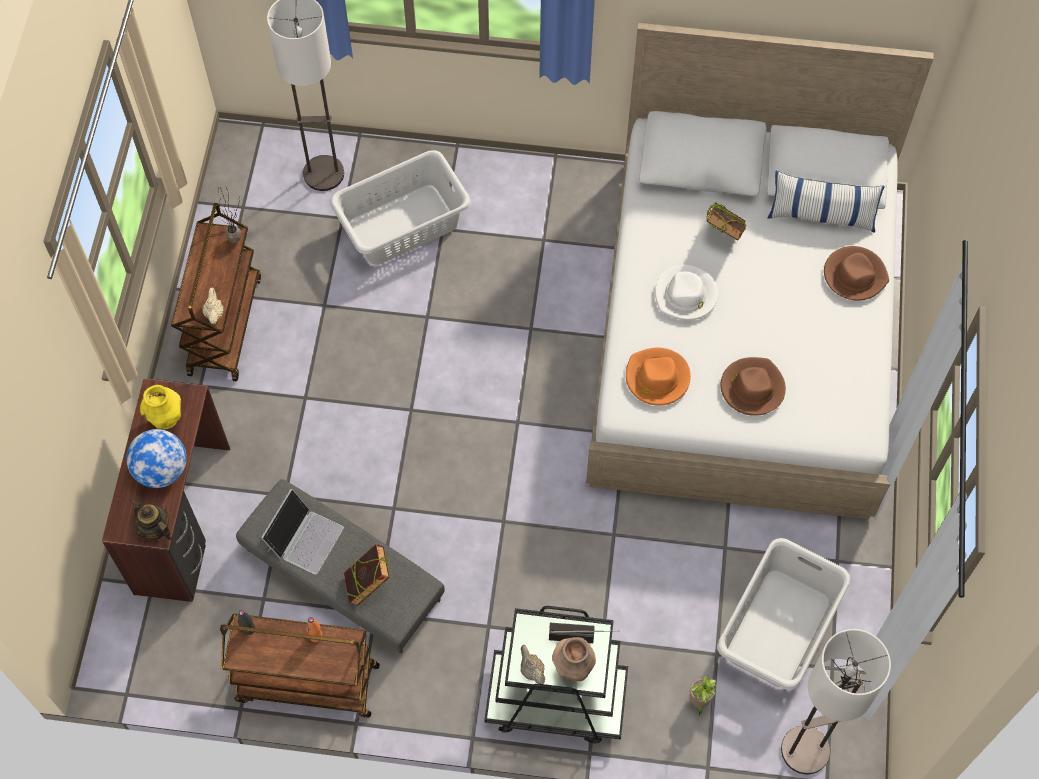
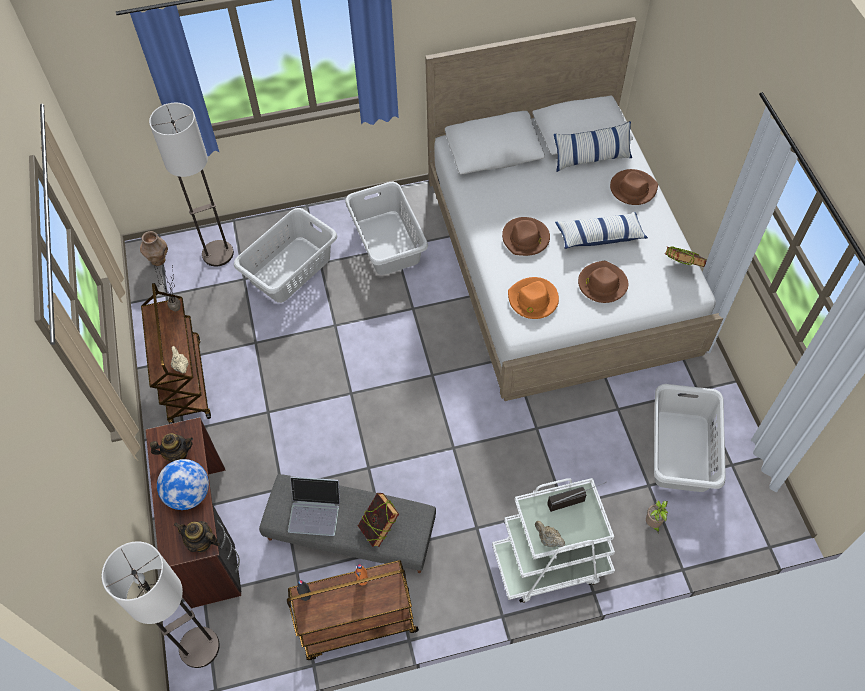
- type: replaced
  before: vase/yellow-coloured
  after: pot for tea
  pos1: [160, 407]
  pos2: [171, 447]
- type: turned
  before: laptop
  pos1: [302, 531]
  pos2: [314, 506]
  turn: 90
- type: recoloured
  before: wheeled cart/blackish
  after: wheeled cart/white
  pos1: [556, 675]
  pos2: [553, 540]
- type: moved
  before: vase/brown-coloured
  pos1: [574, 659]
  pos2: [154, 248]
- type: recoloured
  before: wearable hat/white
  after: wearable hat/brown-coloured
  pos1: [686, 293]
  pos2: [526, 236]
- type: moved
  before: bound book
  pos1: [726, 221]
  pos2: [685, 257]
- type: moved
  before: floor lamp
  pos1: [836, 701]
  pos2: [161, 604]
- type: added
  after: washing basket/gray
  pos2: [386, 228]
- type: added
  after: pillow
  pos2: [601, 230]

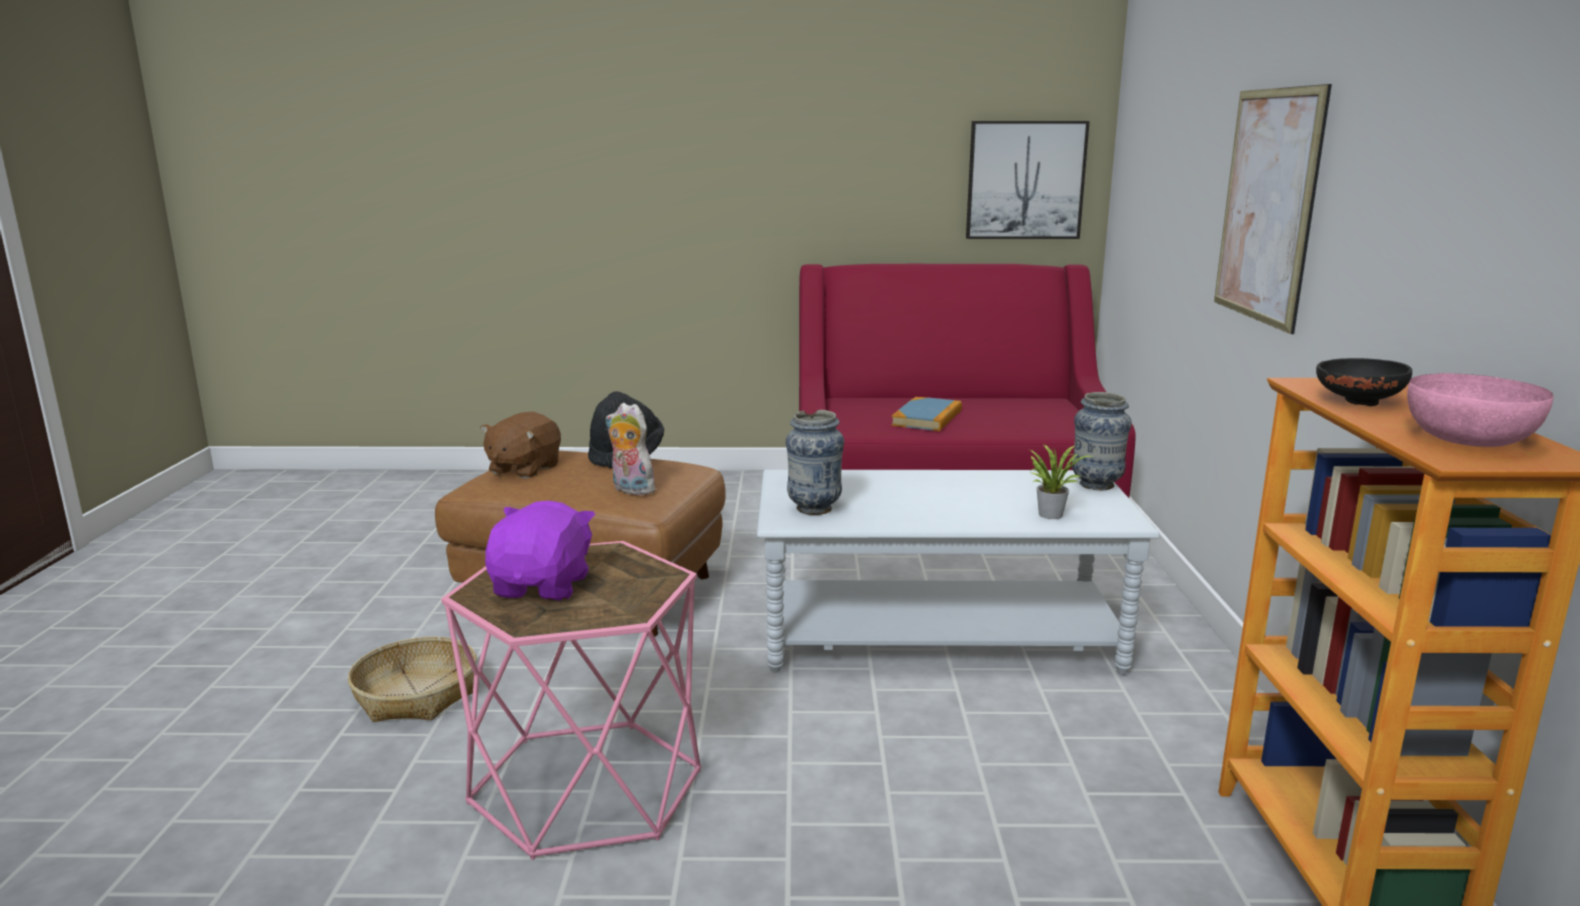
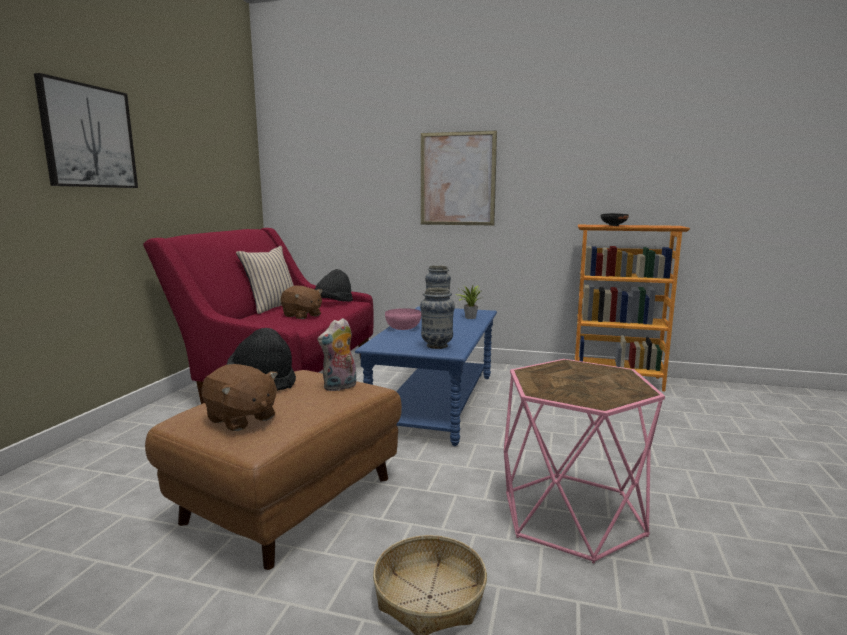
- type: removed
  before: cuddly toy/purple
  pos1: [540, 551]
- type: recoloured
  before: low table/gray
  after: low table/bluish
  pos1: [958, 571]
  pos2: [426, 376]
- type: replaced
  before: bound book
  after: cuddly toy/brown-coloured
  pos1: [926, 414]
  pos2: [301, 302]
- type: moved
  before: picture
  pos1: [1028, 180]
  pos2: [86, 130]
- type: moved
  before: deep dish/pinkish
  pos1: [1480, 410]
  pos2: [403, 319]
- type: added
  after: pillow/sand-coloured
  pos2: [265, 280]
- type: added
  after: wearable hat/blackish
  pos2: [333, 285]

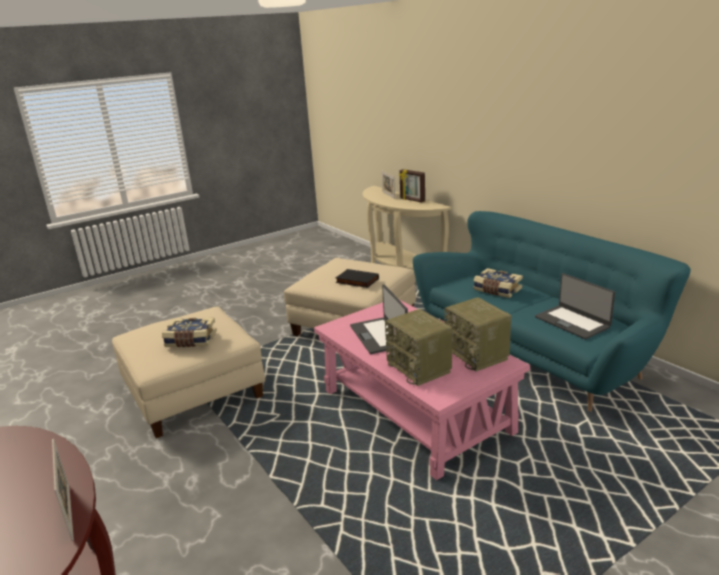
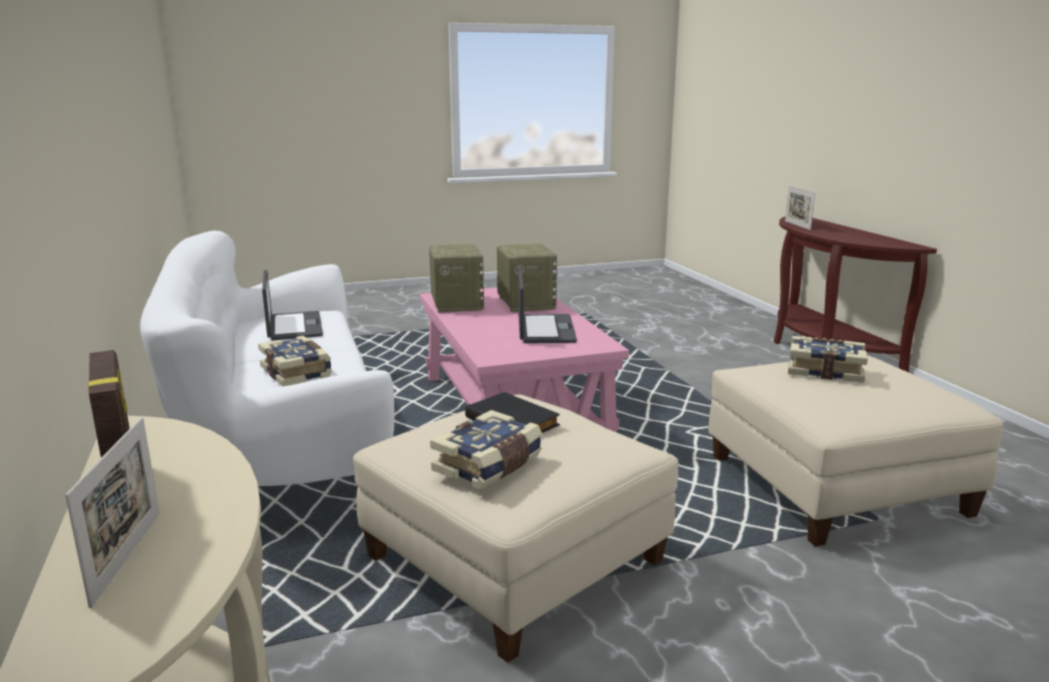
- type: recoloured
  before: couch/turquoise
  after: couch/white
  pos1: [552, 311]
  pos2: [267, 358]
- type: added
  after: bound book
  pos2: [486, 450]

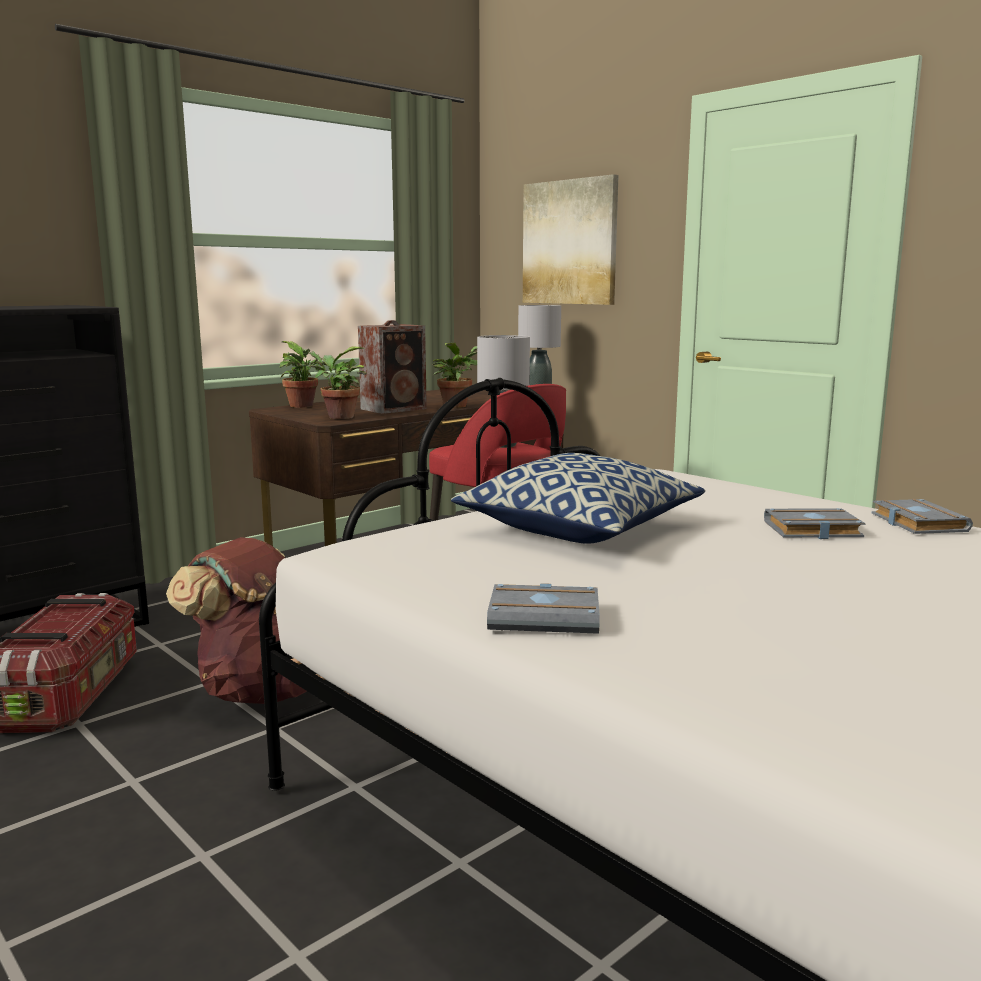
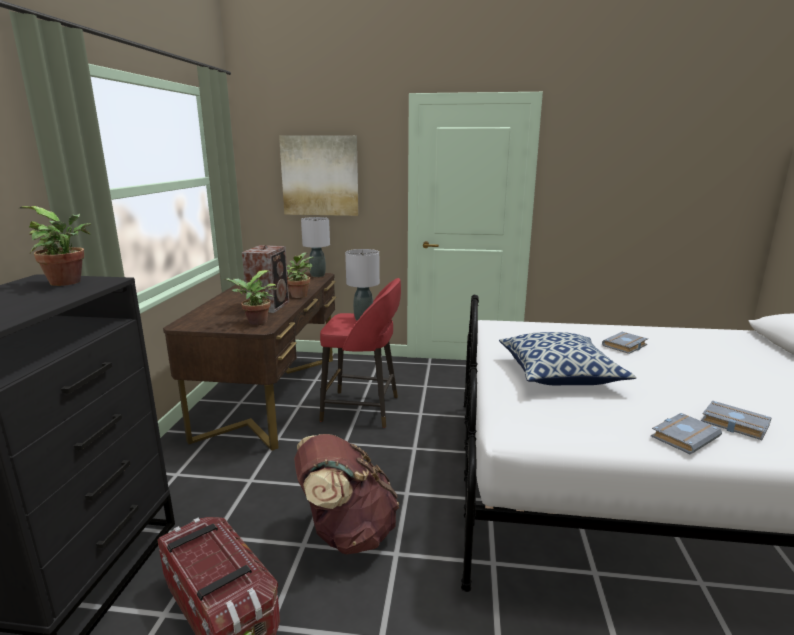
- type: moved
  before: houseplant
  pos1: [302, 374]
  pos2: [55, 246]
- type: moved
  before: bound book/gray
  pos1: [922, 516]
  pos2: [736, 420]

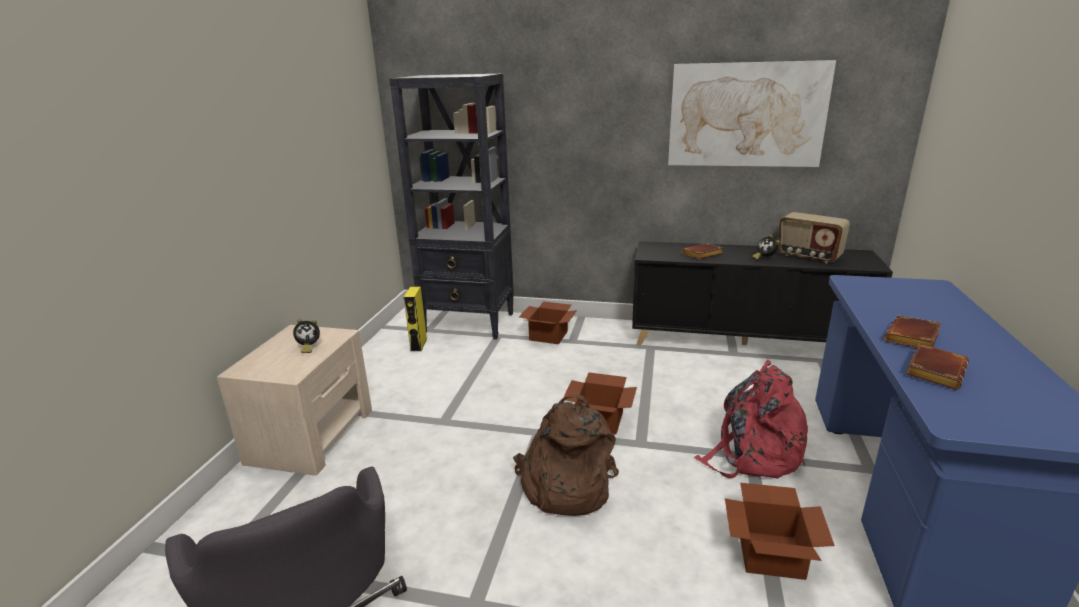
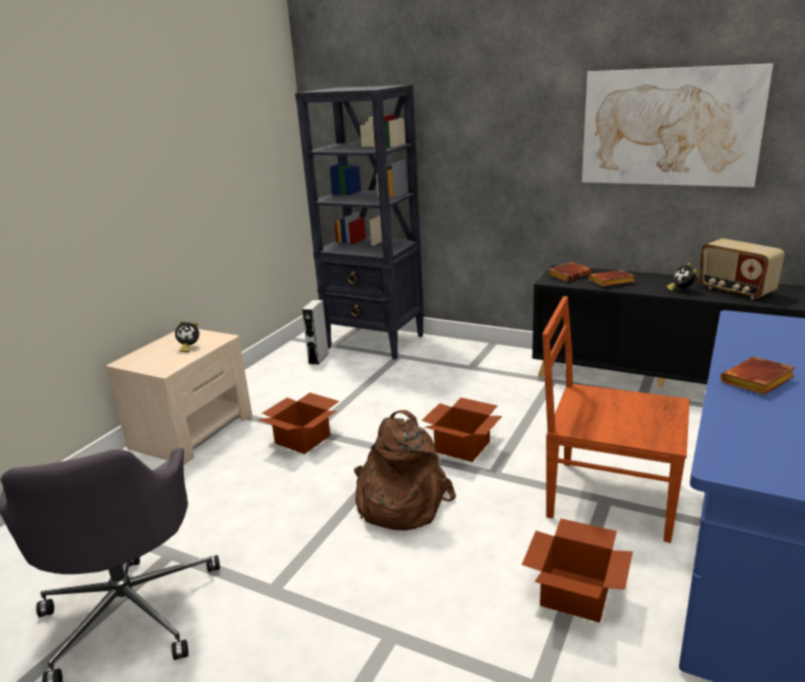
- type: recoloured
  before: loudspeaker/yellow-coloured
  after: loudspeaker/gray
  pos1: [415, 318]
  pos2: [315, 332]
- type: moved
  before: cardboard box
  pos1: [548, 322]
  pos2: [298, 423]
- type: replaced
  before: rucksack/red-coloured
  after: upright chair/brown-coloured
  pos1: [751, 419]
  pos2: [616, 419]
- type: moved
  before: bound book/brown-coloured
  pos1: [937, 367]
  pos2: [569, 272]

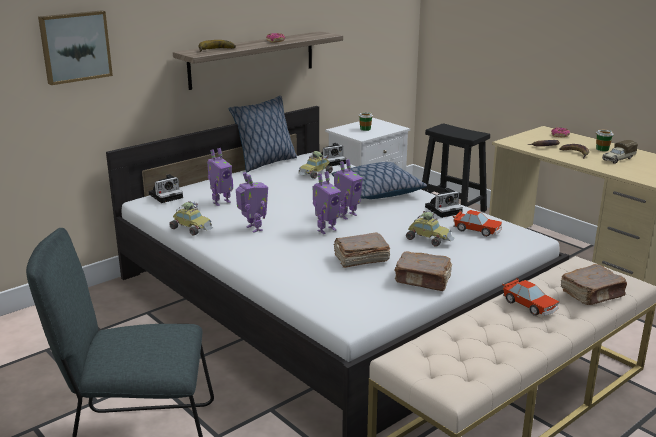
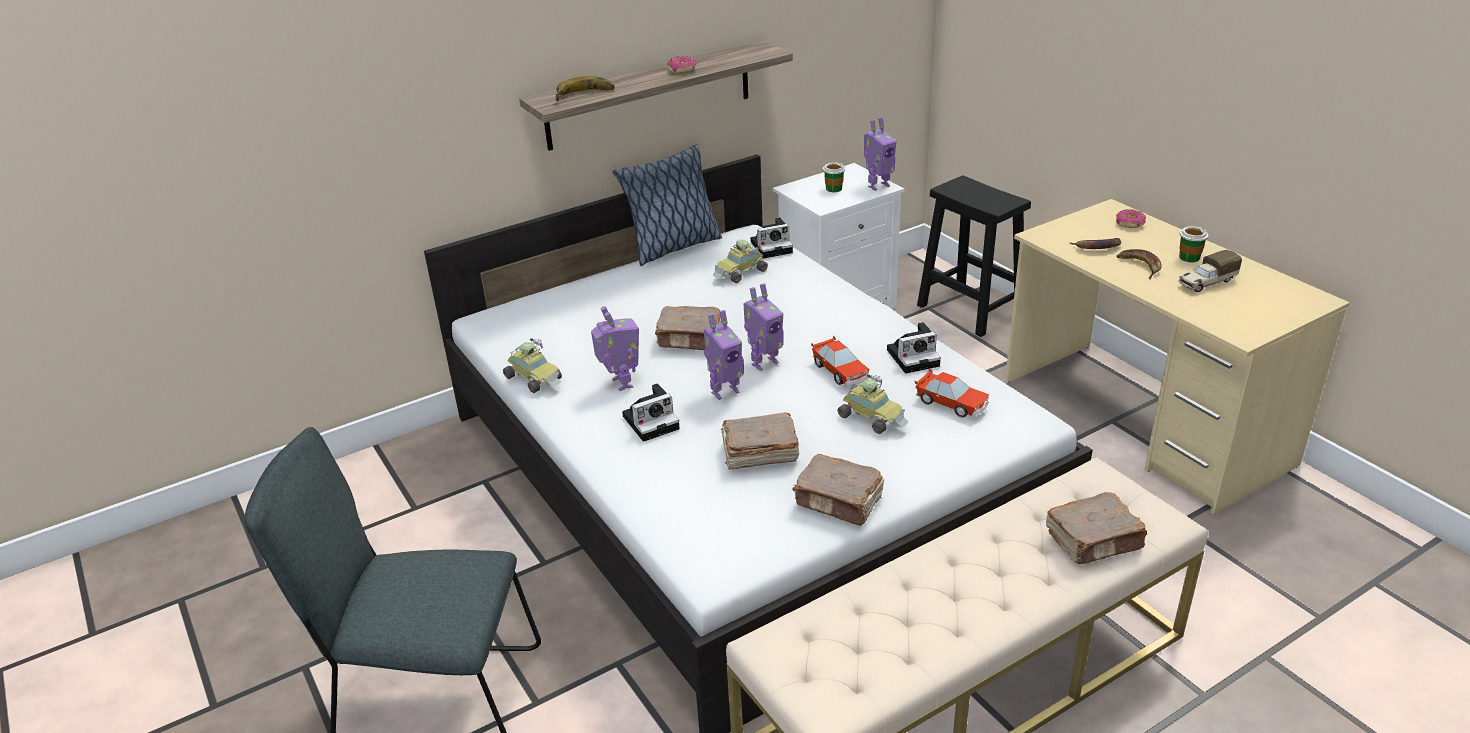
- type: removed
  before: picture
  pos1: [75, 47]
- type: moved
  before: photo camera
  pos1: [166, 188]
  pos2: [651, 412]
- type: moved
  before: model robot
  pos1: [220, 177]
  pos2: [880, 154]
- type: removed
  before: pillow
  pos1: [379, 180]
- type: moved
  before: model car
  pos1: [530, 296]
  pos2: [840, 361]
- type: added
  after: bound book/brown-coloured
  pos2: [688, 328]

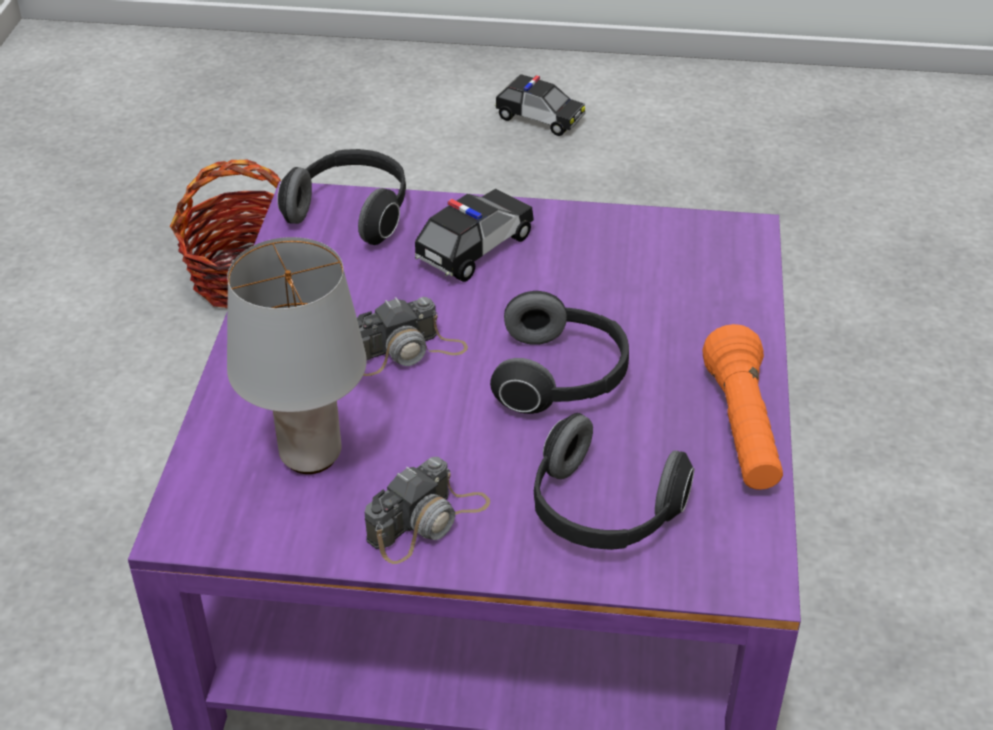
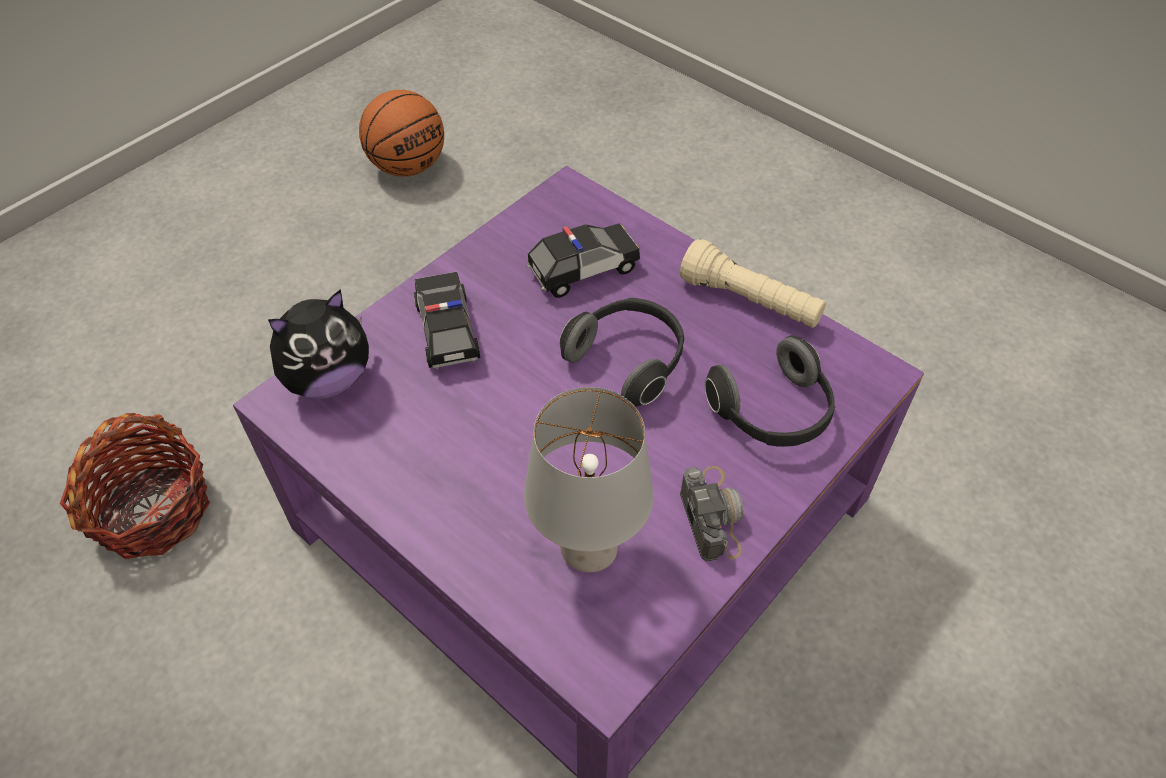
- type: replaced
  before: headset
  after: cuddly toy
  pos1: [341, 197]
  pos2: [318, 344]
- type: removed
  before: photo camera
  pos1: [412, 336]
- type: moved
  before: model car
  pos1: [540, 105]
  pos2: [583, 260]
- type: recoloured
  before: flashlight/orange
  after: flashlight/sand-coloured
  pos1: [742, 407]
  pos2: [753, 283]
- type: added
  after: basketball ball
  pos2: [401, 133]

